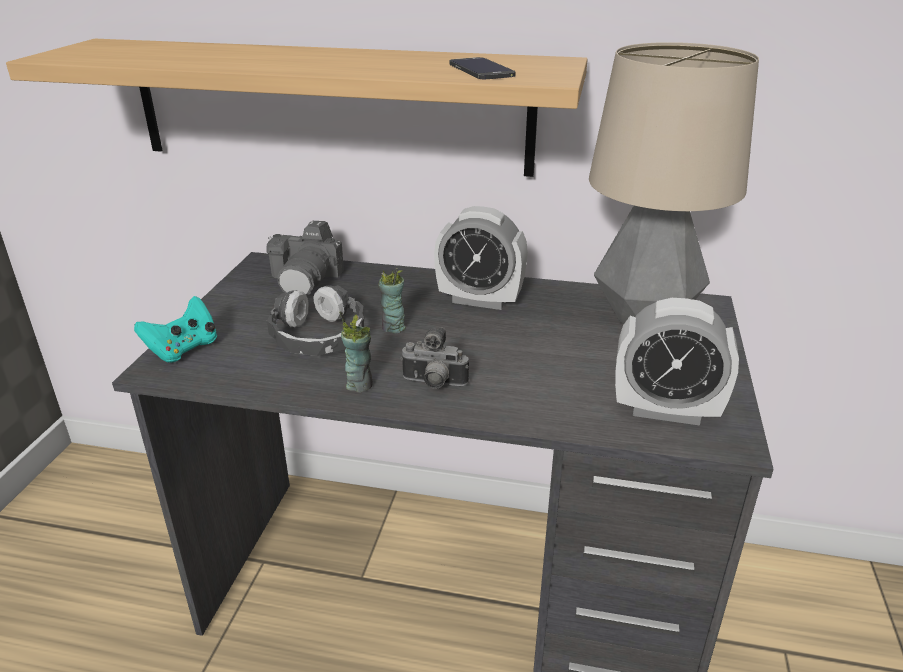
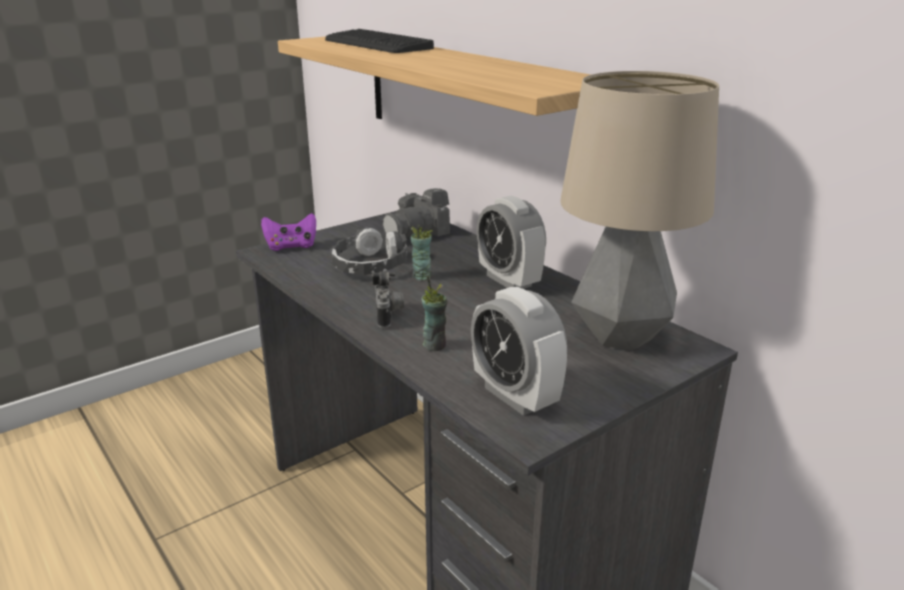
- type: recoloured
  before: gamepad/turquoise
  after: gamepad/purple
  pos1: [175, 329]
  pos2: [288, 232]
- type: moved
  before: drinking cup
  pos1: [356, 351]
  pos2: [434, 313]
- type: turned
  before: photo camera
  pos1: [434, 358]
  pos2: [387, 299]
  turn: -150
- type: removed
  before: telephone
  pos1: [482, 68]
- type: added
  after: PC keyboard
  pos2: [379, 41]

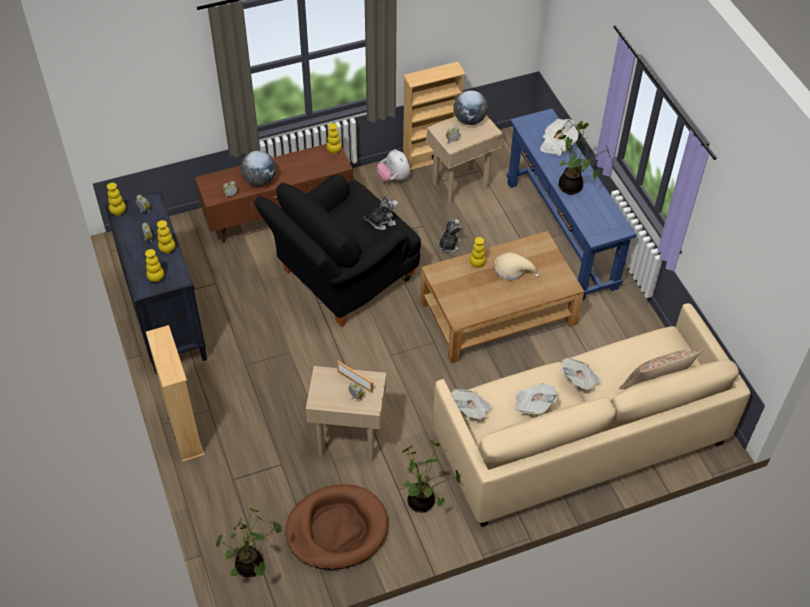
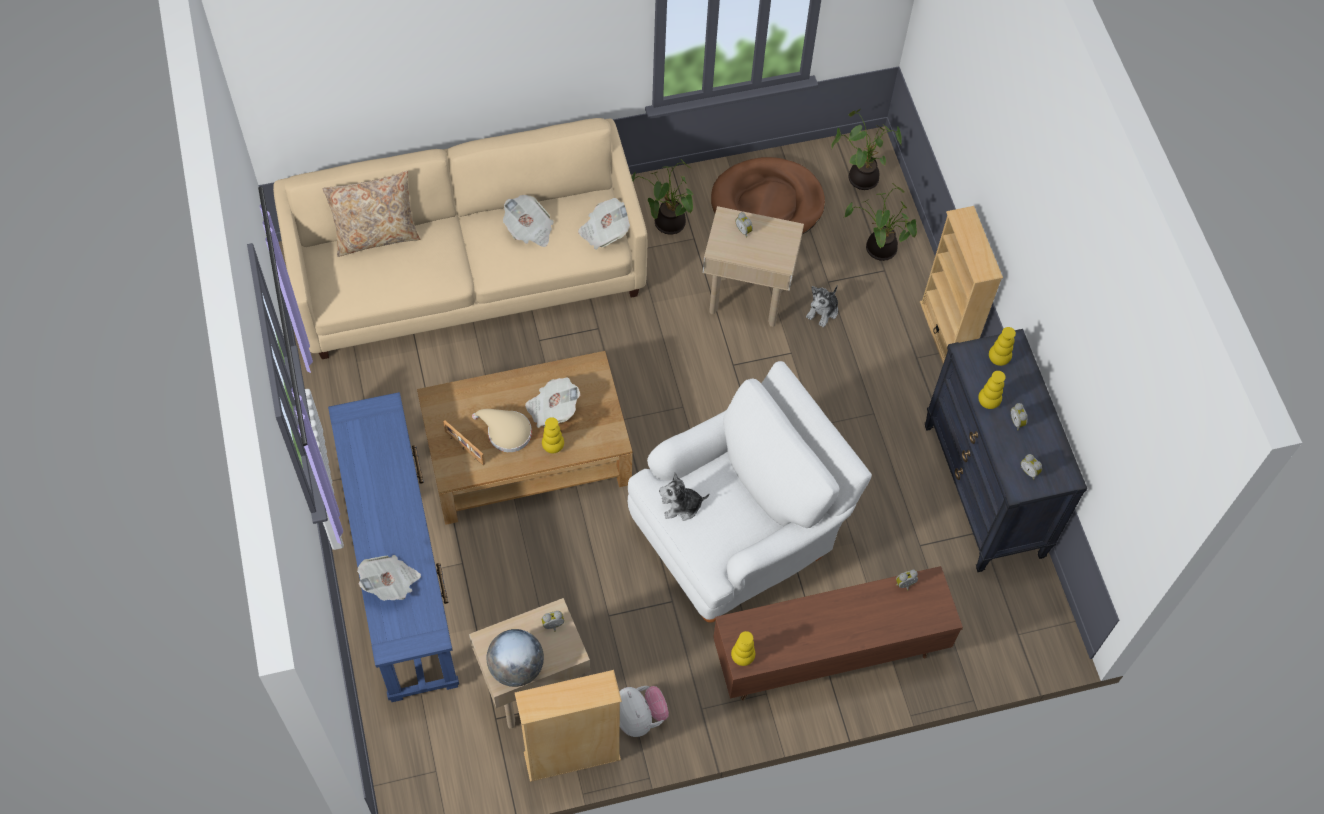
- type: removed
  before: vase/yellow-coloured
  pos1: [116, 199]
- type: removed
  before: globe
  pos1: [258, 168]
- type: recoloured
  before: lounge chair/blackish
  after: lounge chair/white
  pos1: [337, 250]
  pos2: [750, 492]
- type: moved
  before: standing frame
  pos1: [355, 377]
  pos2: [464, 442]
- type: moved
  before: cuddly toy
  pos1: [450, 236]
  pos2: [822, 306]
- type: moved
  before: houseplant
  pos1: [582, 157]
  pos2: [880, 222]
- type: moved
  before: newspaper
  pos1: [581, 374]
  pos2: [552, 402]

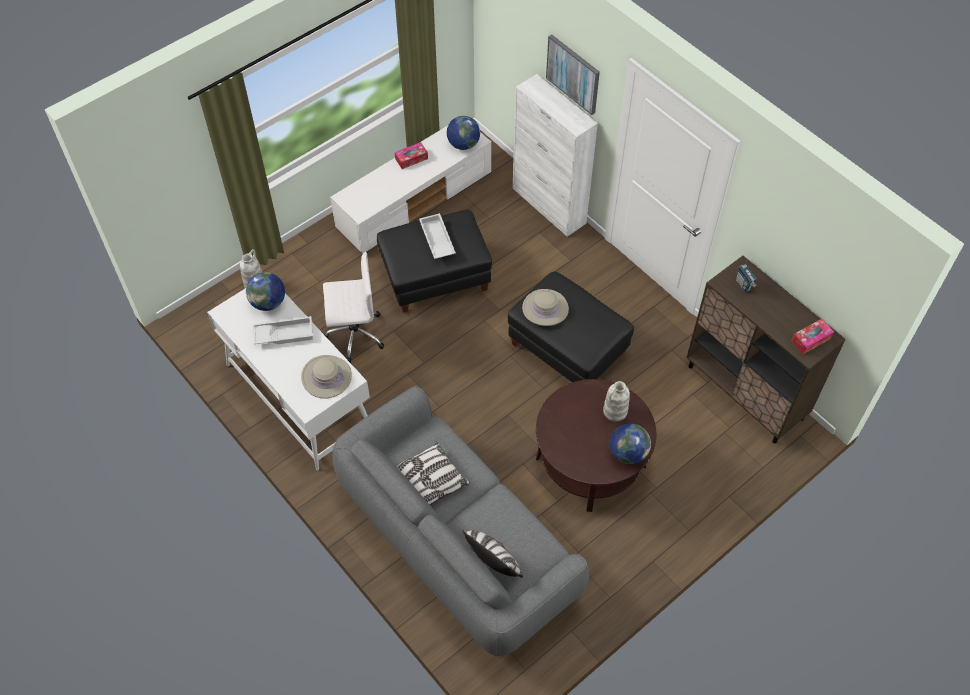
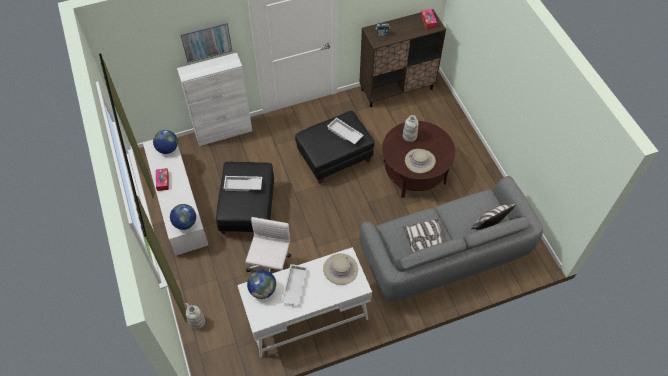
- type: moved
  before: wearable hat/sand-coloured
  pos1: [545, 307]
  pos2: [420, 161]
- type: moved
  before: globe
  pos1: [630, 443]
  pos2: [183, 217]
- type: added
  after: serving tray/white
  pos2: [345, 131]

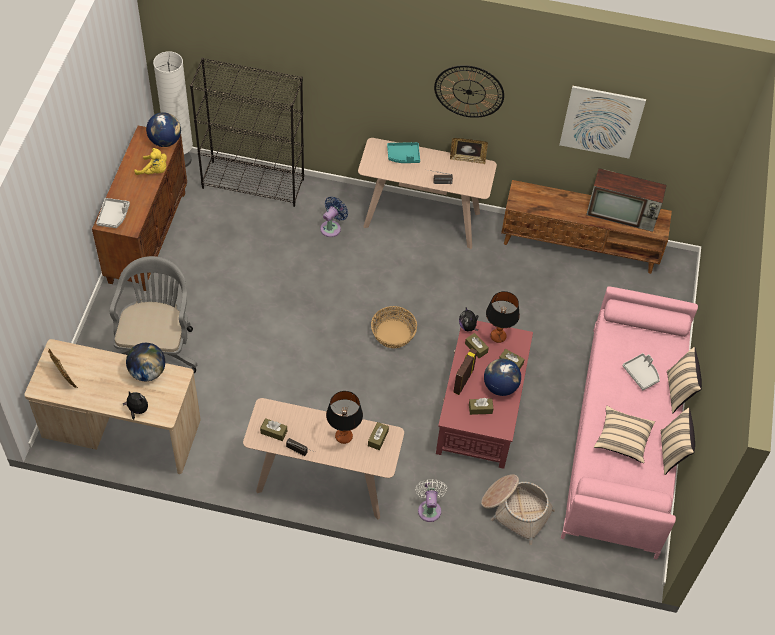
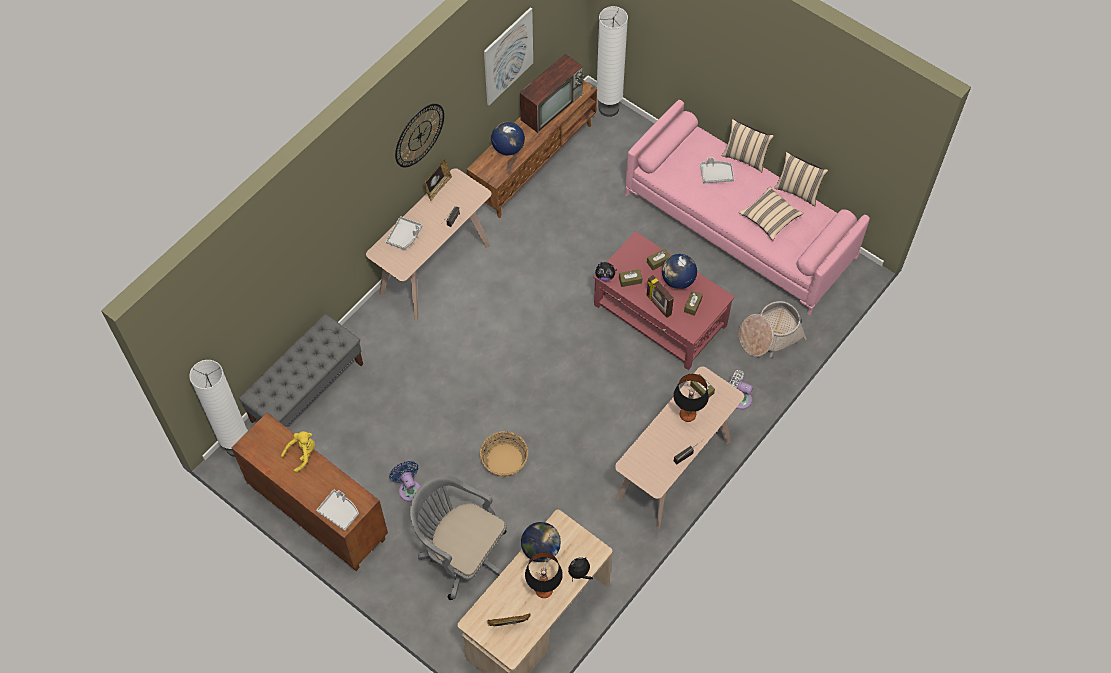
- type: moved
  before: globe
  pos1: [163, 129]
  pos2: [508, 138]
- type: replaced
  before: shelving unit/blackish
  after: indoor bench/gray
  pos1: [247, 132]
  pos2: [301, 370]
- type: removed
  before: tissue holder/brown-coloured
  pos1: [273, 429]
- type: moved
  before: electric fan/bluish
  pos1: [334, 216]
  pos2: [404, 481]
- type: moved
  before: storage basket
  pos1: [394, 327]
  pos2: [504, 454]
- type: recoloured
  before: serving tray/turquoise
  after: serving tray/gray
  pos1: [403, 152]
  pos2: [404, 233]
- type: moved
  before: tabletop lamp
  pos1: [503, 317]
  pos2: [544, 575]
- type: added
  after: floor lamp/white
  pos2: [612, 61]

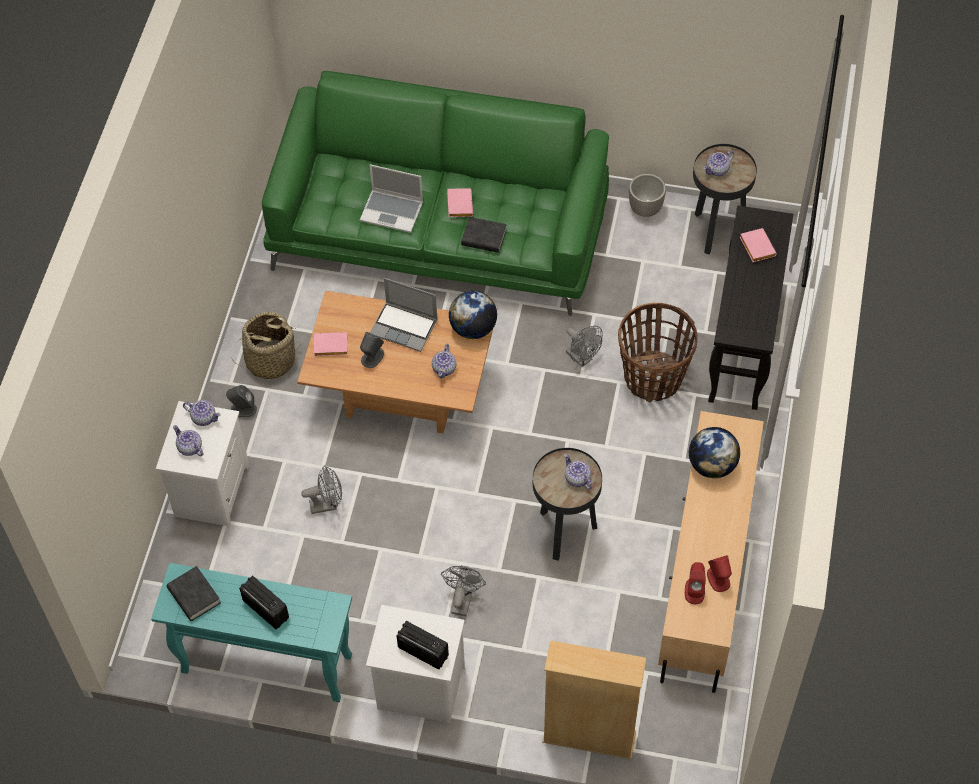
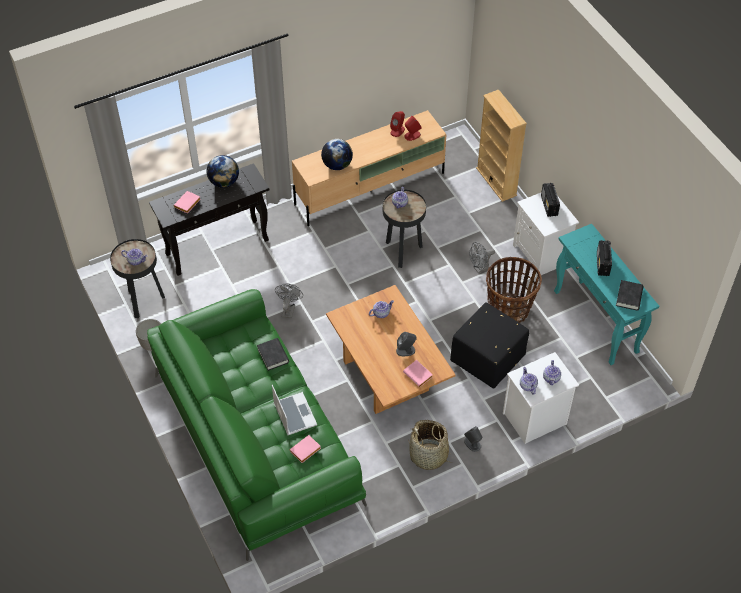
- type: replaced
  before: electric fan/gray
  after: pouffe/blackish
  pos1: [321, 490]
  pos2: [489, 345]
- type: removed
  before: laptop
  pos1: [404, 315]
- type: moved
  before: bound book/pinkish
  pos1: [460, 202]
  pos2: [305, 449]
- type: moved
  before: globe
  pos1: [473, 315]
  pos2: [222, 171]
- type: moved
  before: storage basket
  pos1: [657, 352]
  pos2: [514, 290]

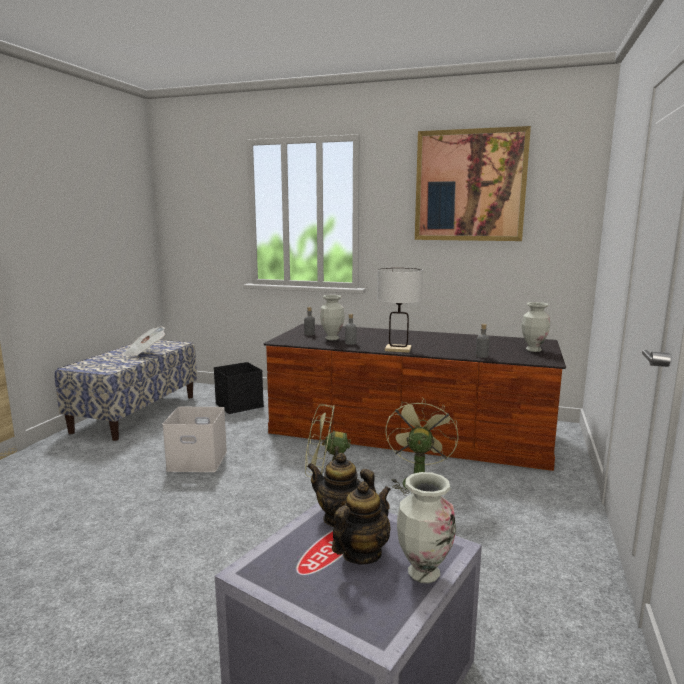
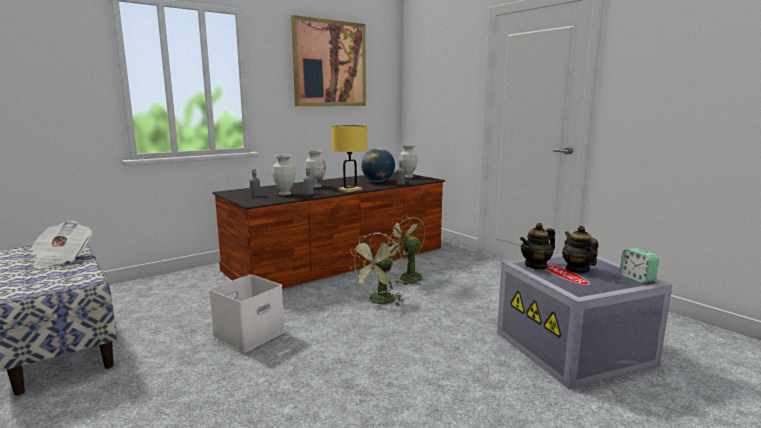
- type: removed
  before: storage box/blackish
  pos1: [239, 388]
- type: recoloured
  before: tabletop lamp/white
  after: tabletop lamp/yellow-coloured
  pos1: [400, 310]
  pos2: [349, 158]
- type: moved
  before: vase
  pos1: [426, 527]
  pos2: [315, 169]
- type: added
  after: globe
  pos2: [378, 165]
- type: added
  after: alarm clock
  pos2: [639, 265]

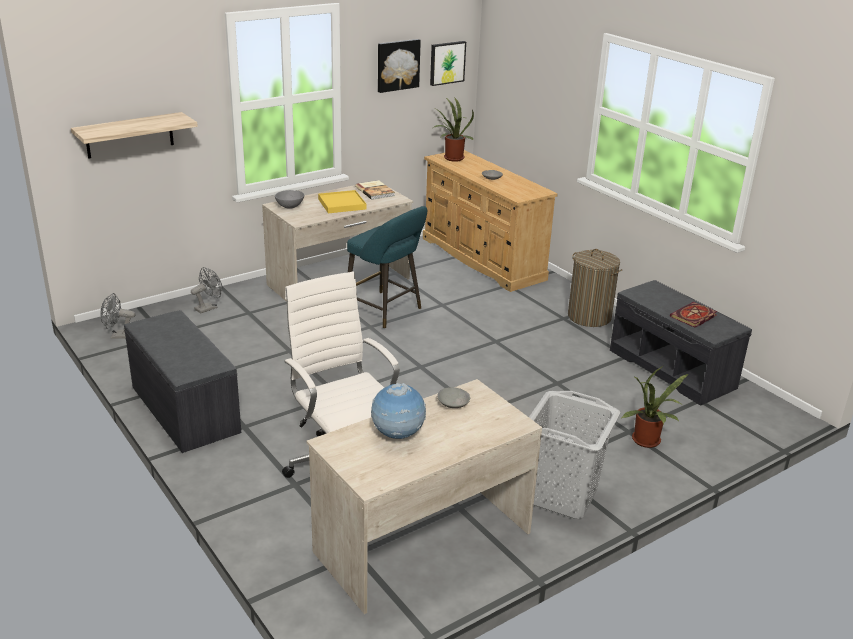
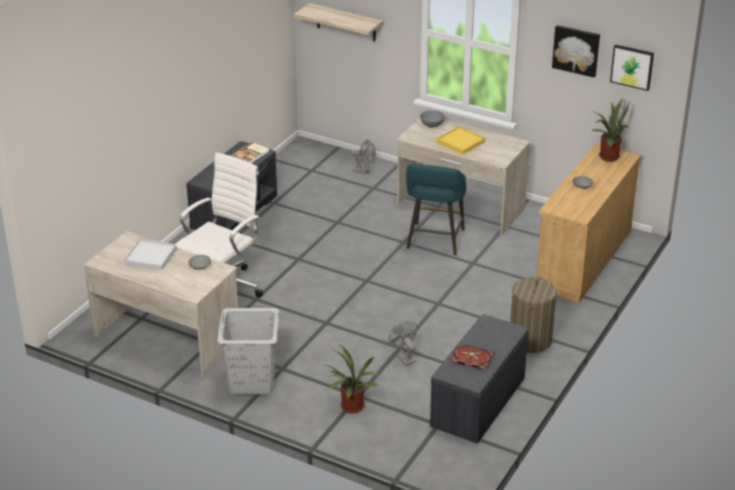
- type: moved
  before: electric fan/gray
  pos1: [118, 316]
  pos2: [402, 344]
- type: moved
  before: bound book
  pos1: [375, 190]
  pos2: [249, 152]
- type: replaced
  before: globe
  after: serving tray/white
  pos1: [398, 411]
  pos2: [150, 255]

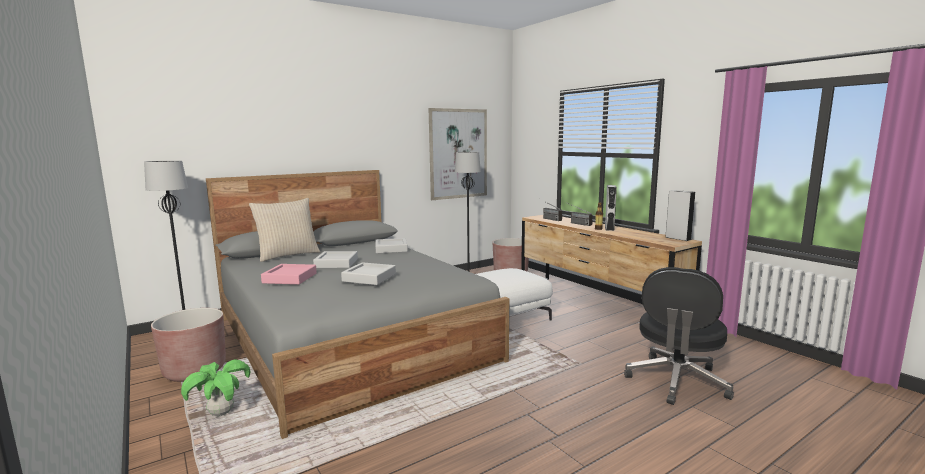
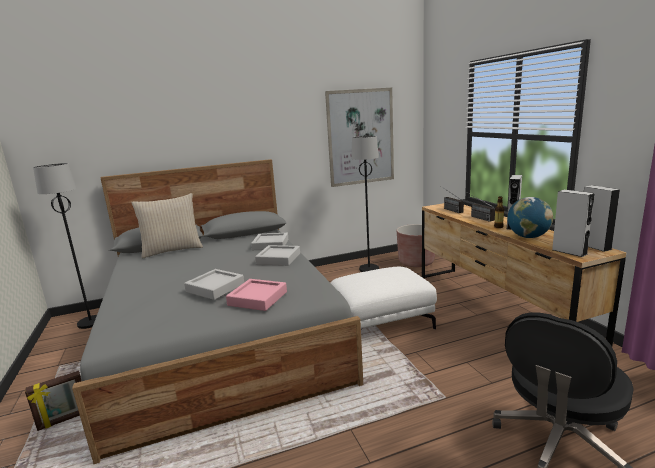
- type: removed
  before: flower pot/brown-coloured
  pos1: [188, 345]
- type: replaced
  before: houseplant
  after: standing frame
  pos1: [216, 388]
  pos2: [53, 401]
- type: moved
  before: serving tray/pinkish
  pos1: [289, 274]
  pos2: [256, 295]
- type: moved
  before: serving tray/gray
  pos1: [335, 259]
  pos2: [277, 255]
- type: added
  after: globe
  pos2: [530, 217]
- type: added
  after: loudspeaker/gray
  pos2: [573, 223]

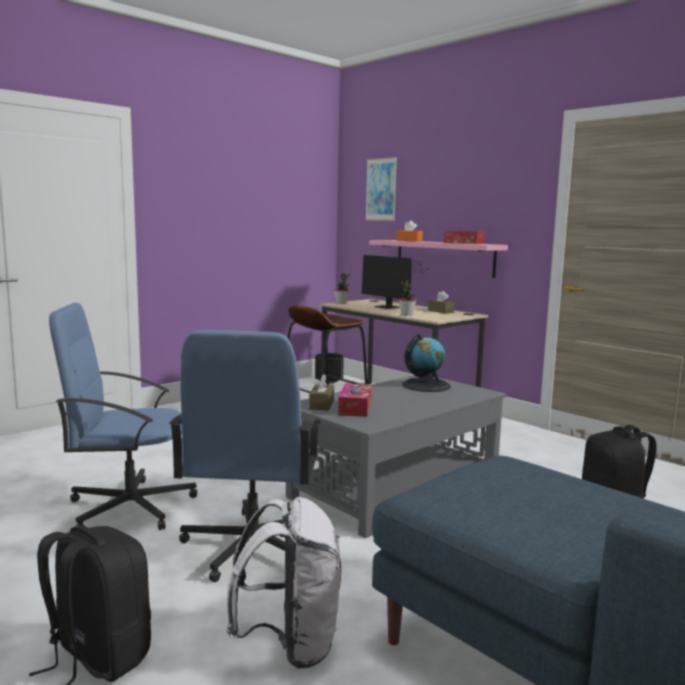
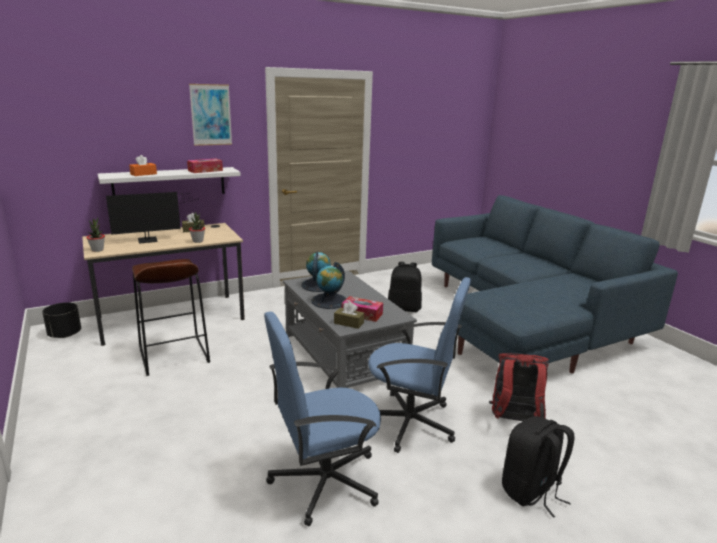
- type: turned
  before: desk chair/bluish
  pos1: [123, 416]
  pos2: [322, 419]
  turn: 60
- type: recoloured
  before: rucksack/white
  after: rucksack/red-coloured
  pos1: [283, 583]
  pos2: [519, 388]
- type: moved
  before: picture
  pos1: [381, 189]
  pos2: [210, 115]
- type: recoloured
  before: shelf/pinkish
  after: shelf/white
  pos1: [438, 259]
  pos2: [169, 181]
- type: added
  after: globe
  pos2: [329, 285]

